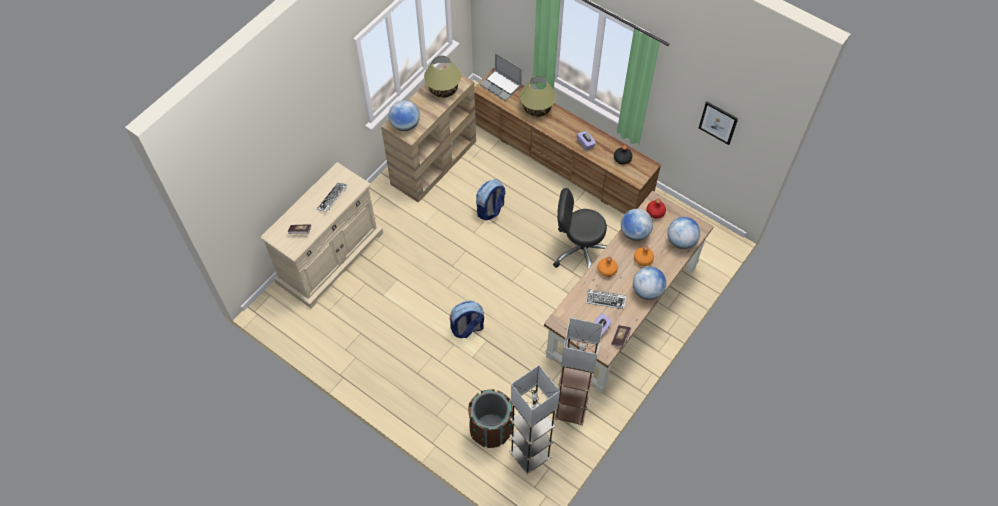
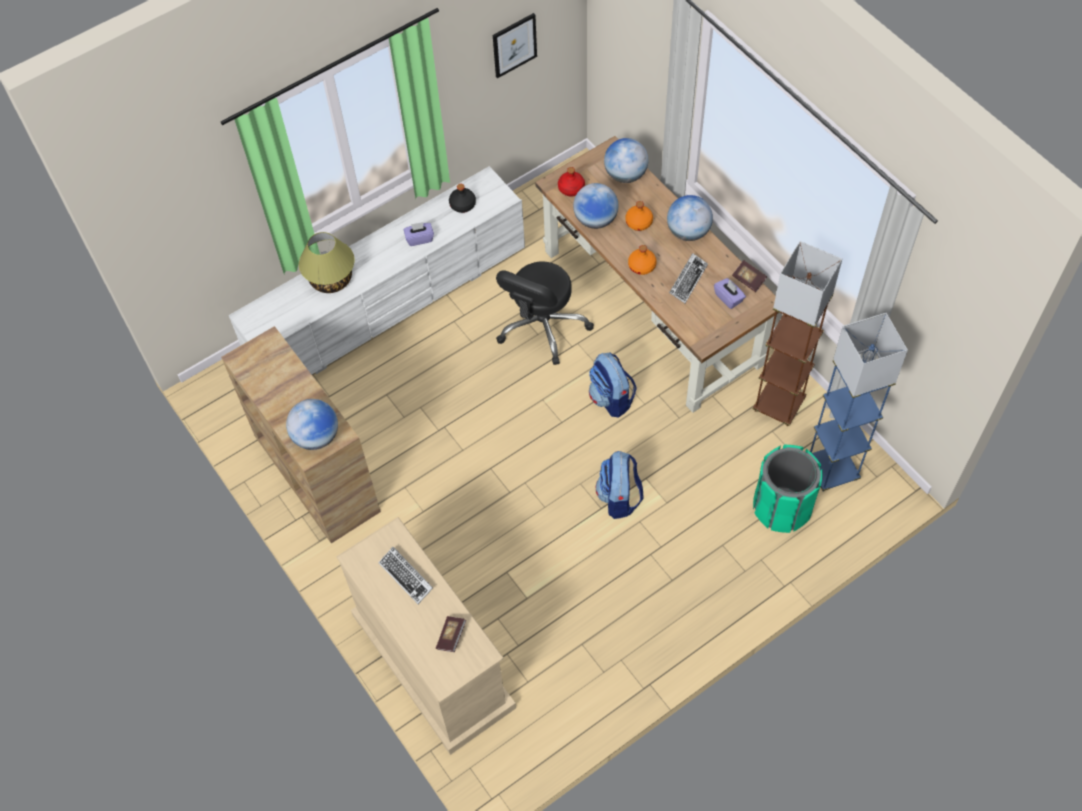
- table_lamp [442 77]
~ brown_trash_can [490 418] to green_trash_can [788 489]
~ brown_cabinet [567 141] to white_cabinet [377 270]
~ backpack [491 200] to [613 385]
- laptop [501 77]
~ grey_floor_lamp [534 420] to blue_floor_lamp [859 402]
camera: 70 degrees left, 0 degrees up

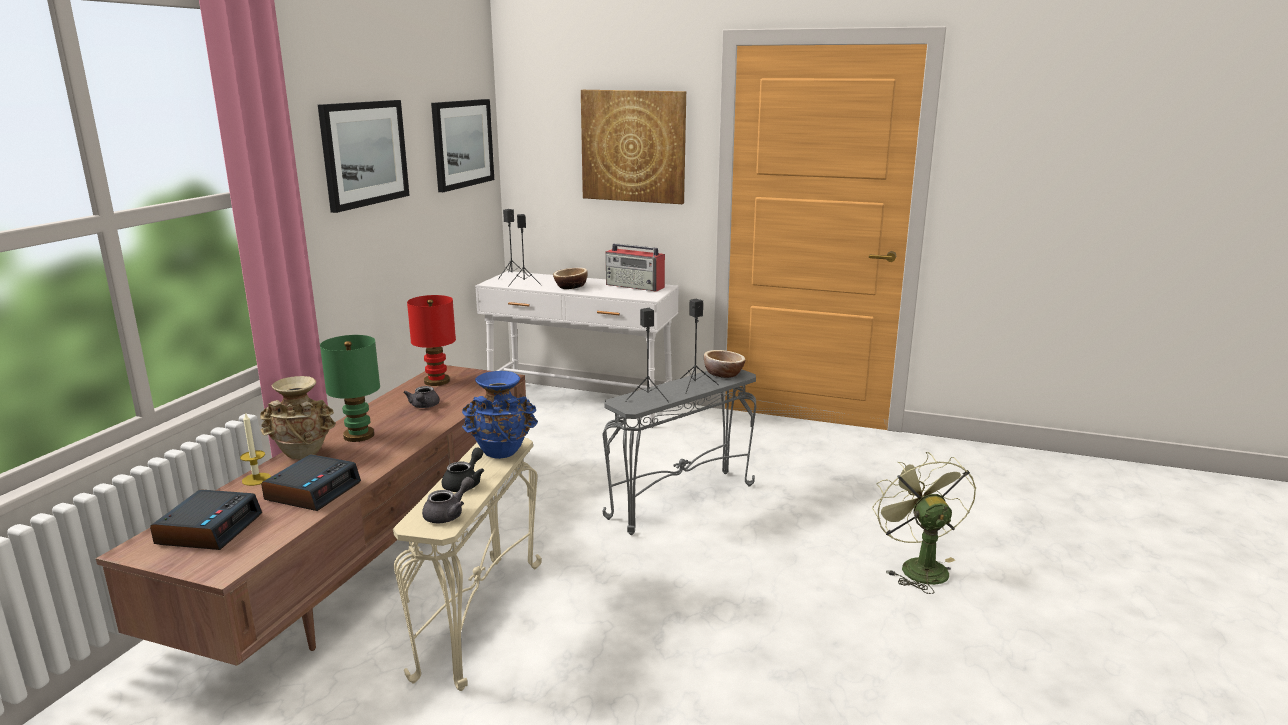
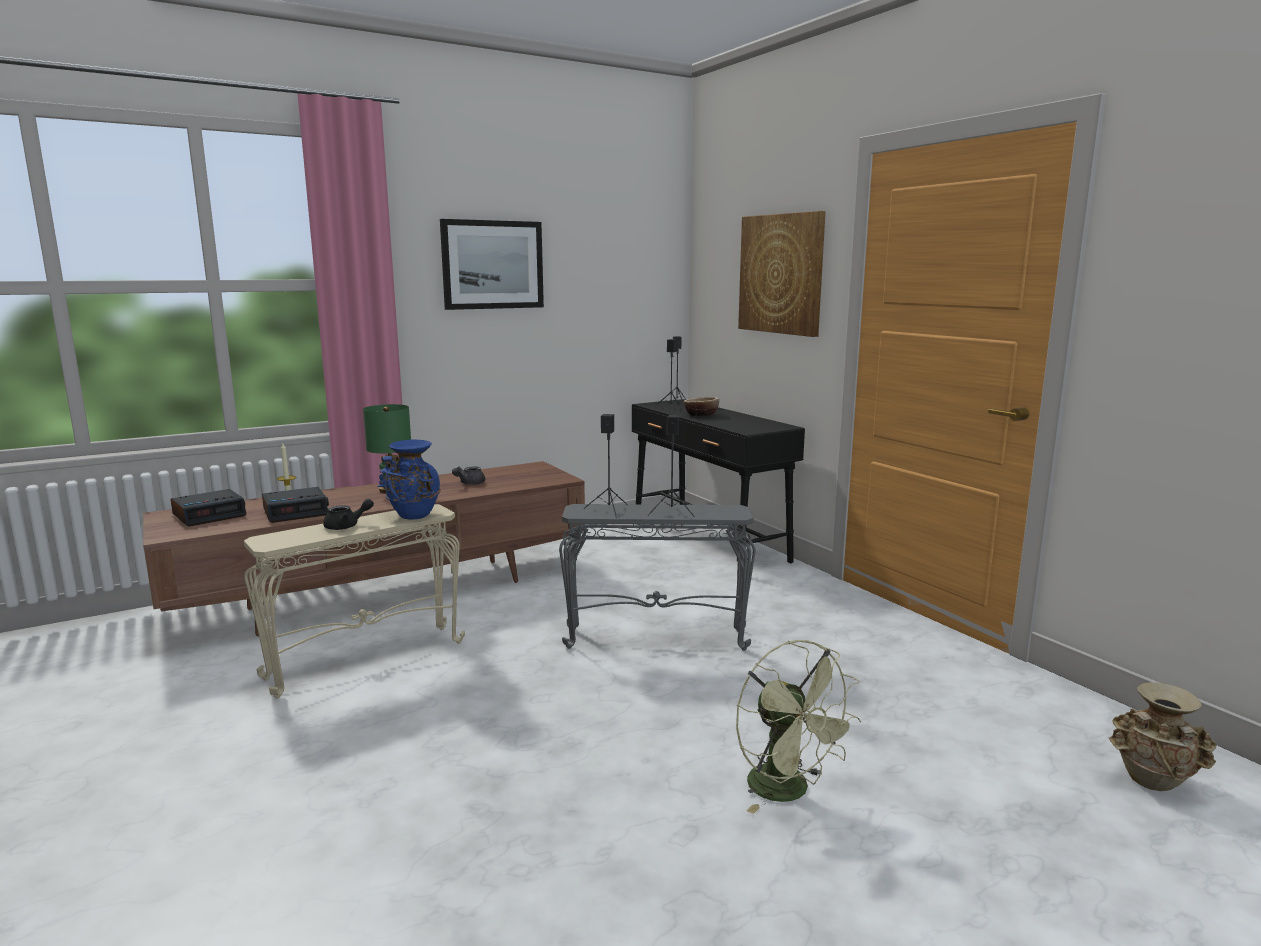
~ beige_vase [298 417] to [1162 736]
- red_table_lamp [431 340]
- grey_teapot [448 500]
- picture [462 145]
~ white_console_table [577 349] to black_console_table [718 484]
- radio [635 267]
- bowl [725 364]
~ green_fan [924 523] = [799 727] 120 degrees clockwise
camera: 40 degrees right, 5 degrees down

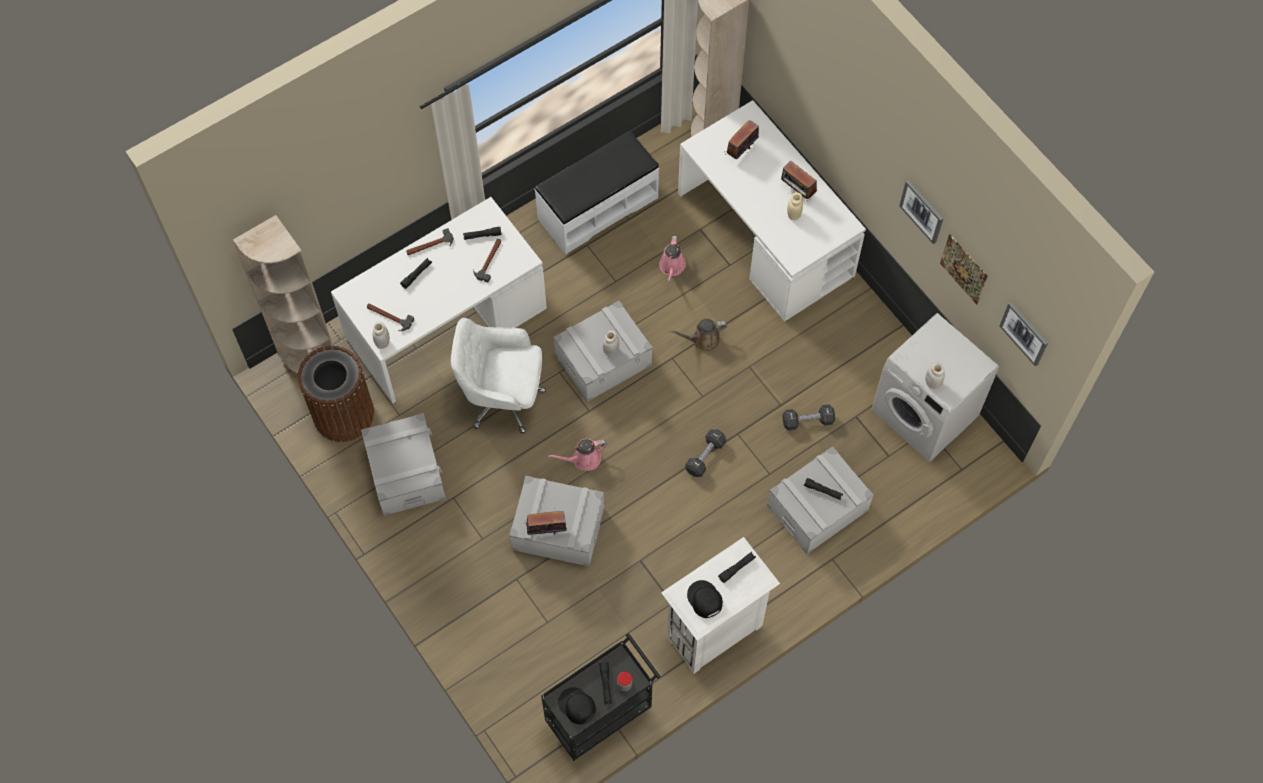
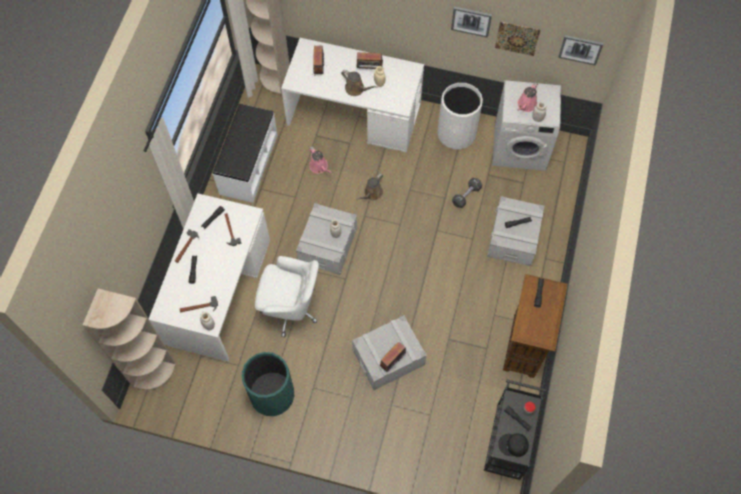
- brown_trash_can [336 394]
~ grey_storage_box [403 464] to green_trash_can [268 384]
~ white_office_chair [498 375] = [287 296] 135 degrees counterclockwise
~ pink_watering_can [577 455] to [527 97]
~ white_cabinet [720 605] to brown_cabinet [535 326]
- black_dumbbell [705 453]
- black_cap [705 599]
+ brown_watering_can [359 83]
+ white_trash_can [460 116]
camera: 40 degrees left, 0 degrees up

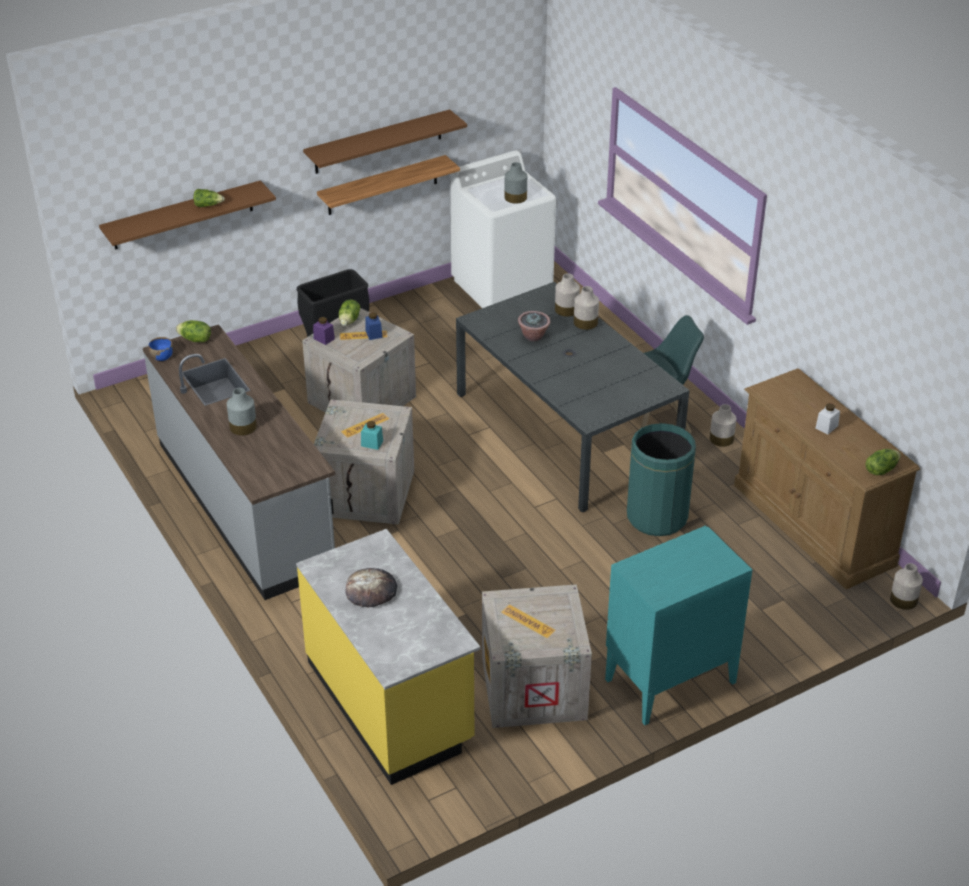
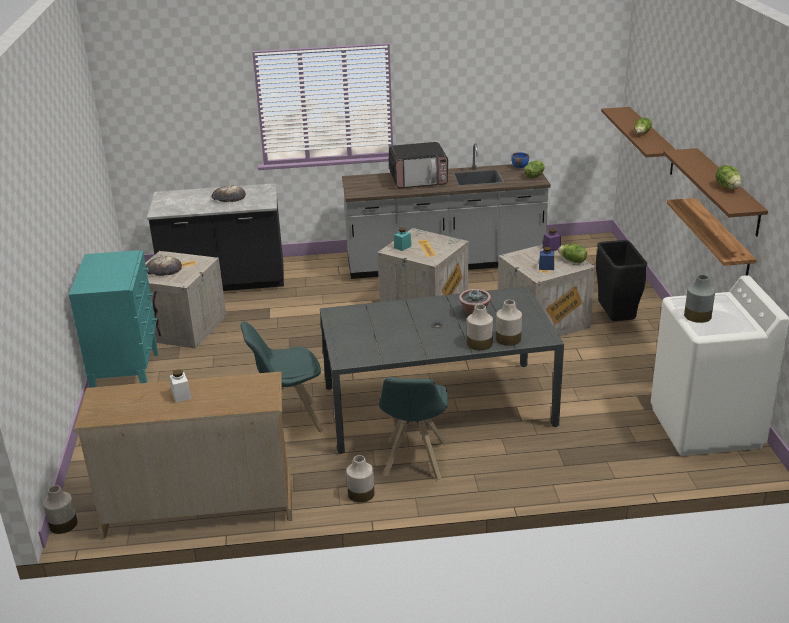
~ grey_vase [242 412] to microwave [418 165]
~ yellow_counter [388 657] to black_counter [215 237]
~ green_trash_can [661 479] to turquoise_chair [282 377]
~ lettuce [883 462] to [728 177]
+ bread [164 266]
camera: 115 degrees right, 10 degrees down

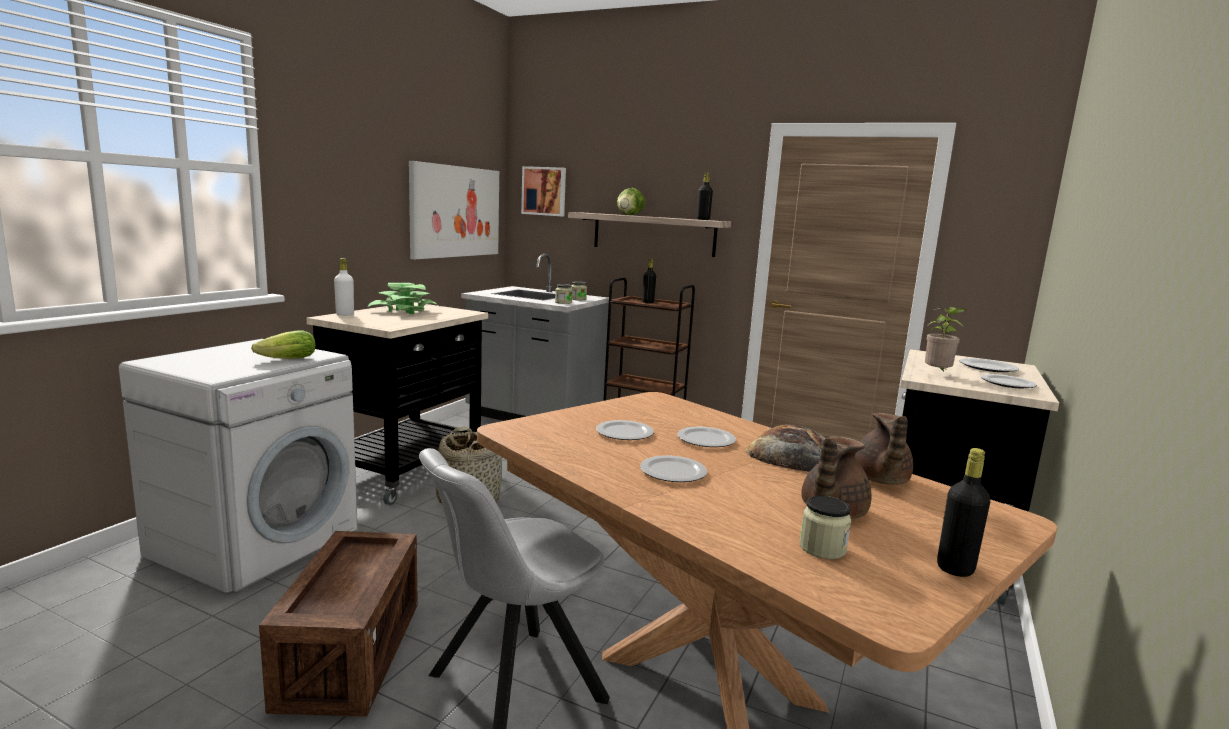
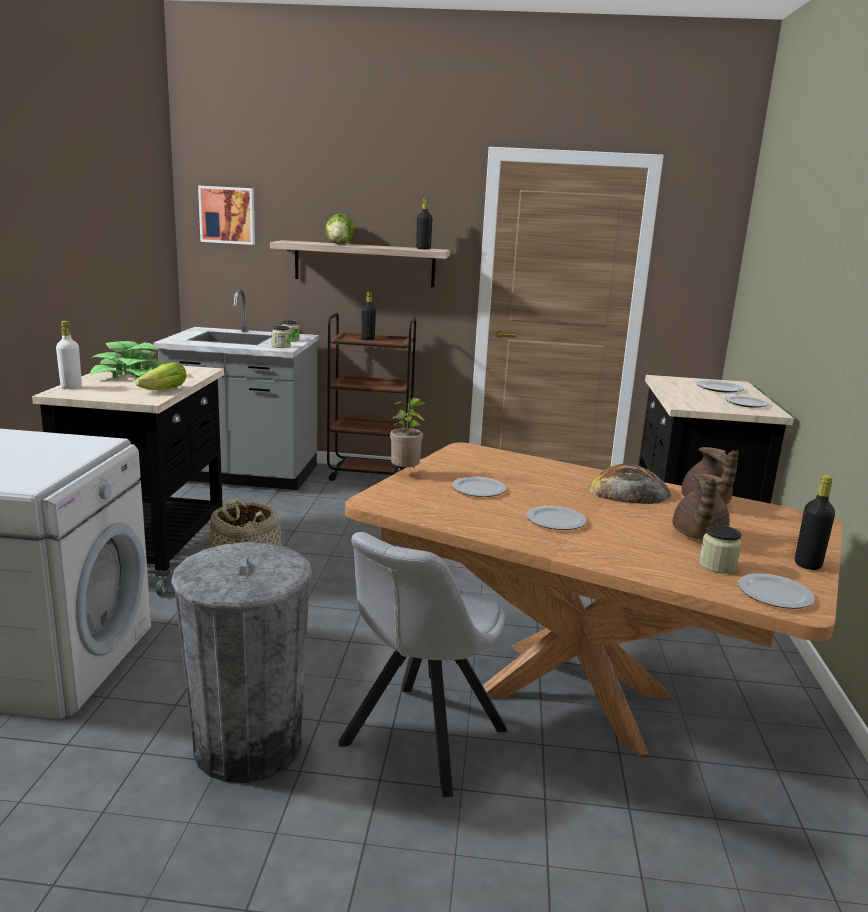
~ lettuce [283 345] to [161 376]
~ crate [338 624] to grey_trash_can [241 662]
- picture [454 210]
~ plate [706 437] to [776 591]
~ potted_plant [945 339] to [408 433]
camera: 20 degrees left, 5 degrees up

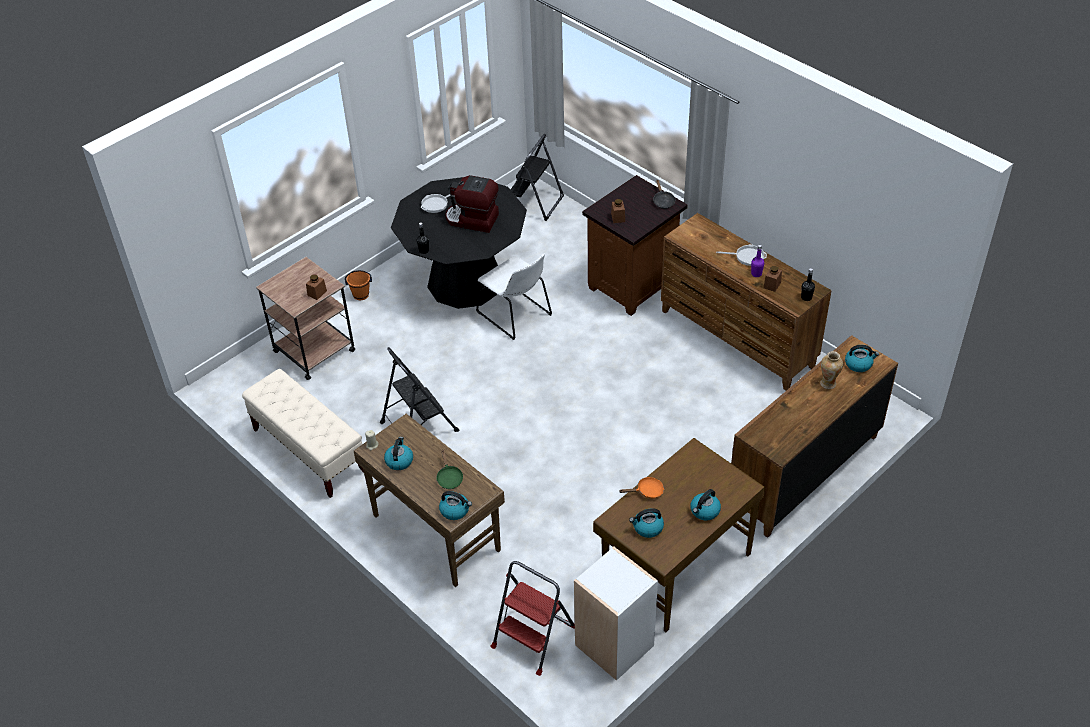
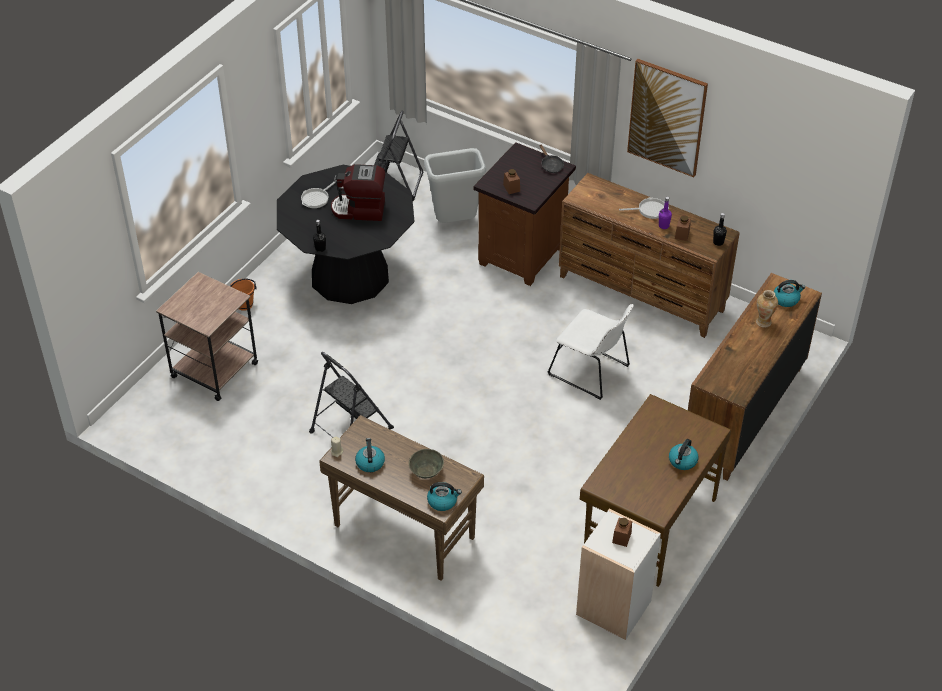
- beige_bench [303 433]
~ brown_jar [316 287] to [622 532]
~ green_frying_pan [449 469] to grey_bowl [426 464]
~ white_chair [514 296] to [591 352]
- red_step_ladder [532 618]
- orange_frying_pan [641 488]
- kettle [646 523]
+ grey_trash_can [455 185]
+ picture [667 118]
camera: 15 degrees left, 0 degrees up

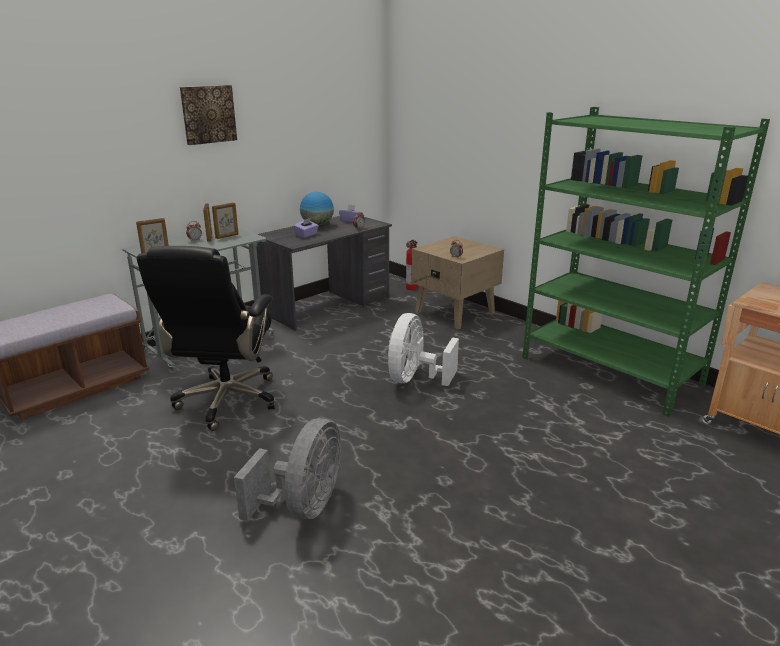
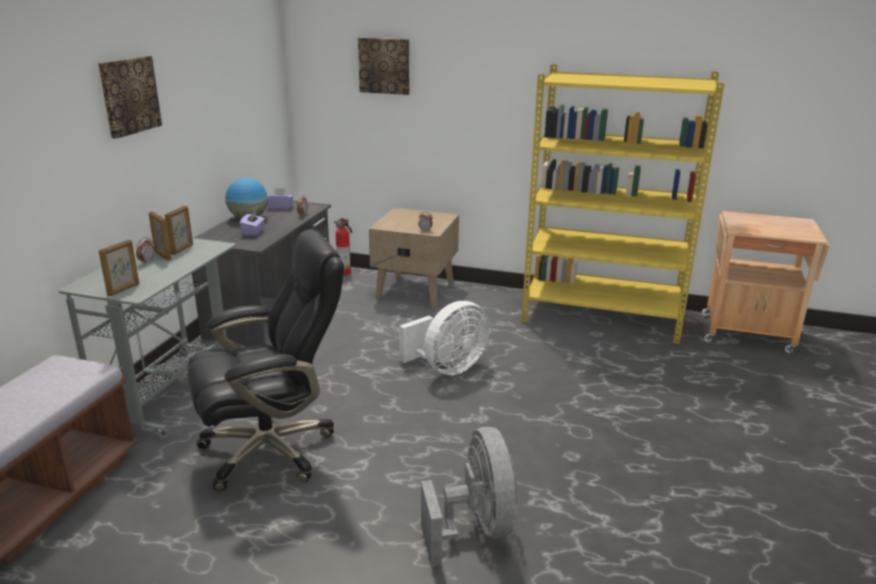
~ black_office_chair [206 338] = [265 360] 90 degrees counterclockwise
~ white_fan [423 349] = [444 338] 120 degrees counterclockwise
~ green_bookcase [646 262] to yellow_bookcase [623 204]
+ picture [383 66]
camera: 30 degrees left, 0 degrees up

